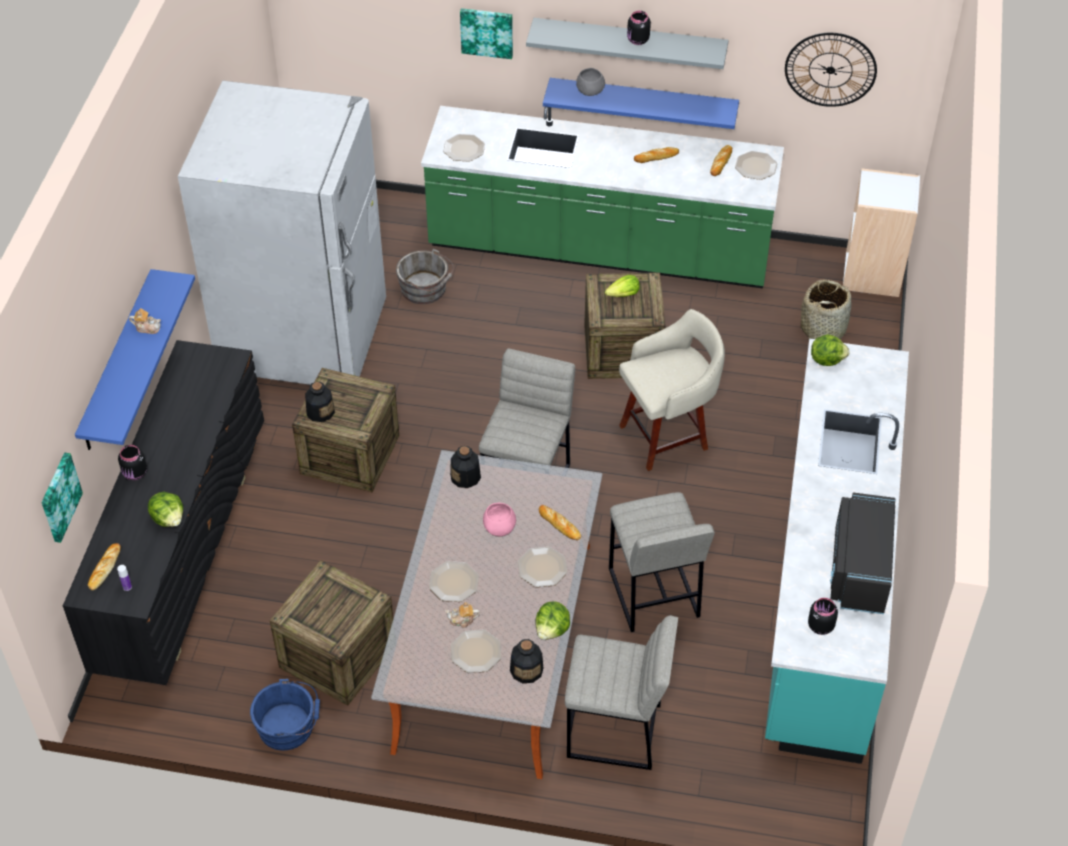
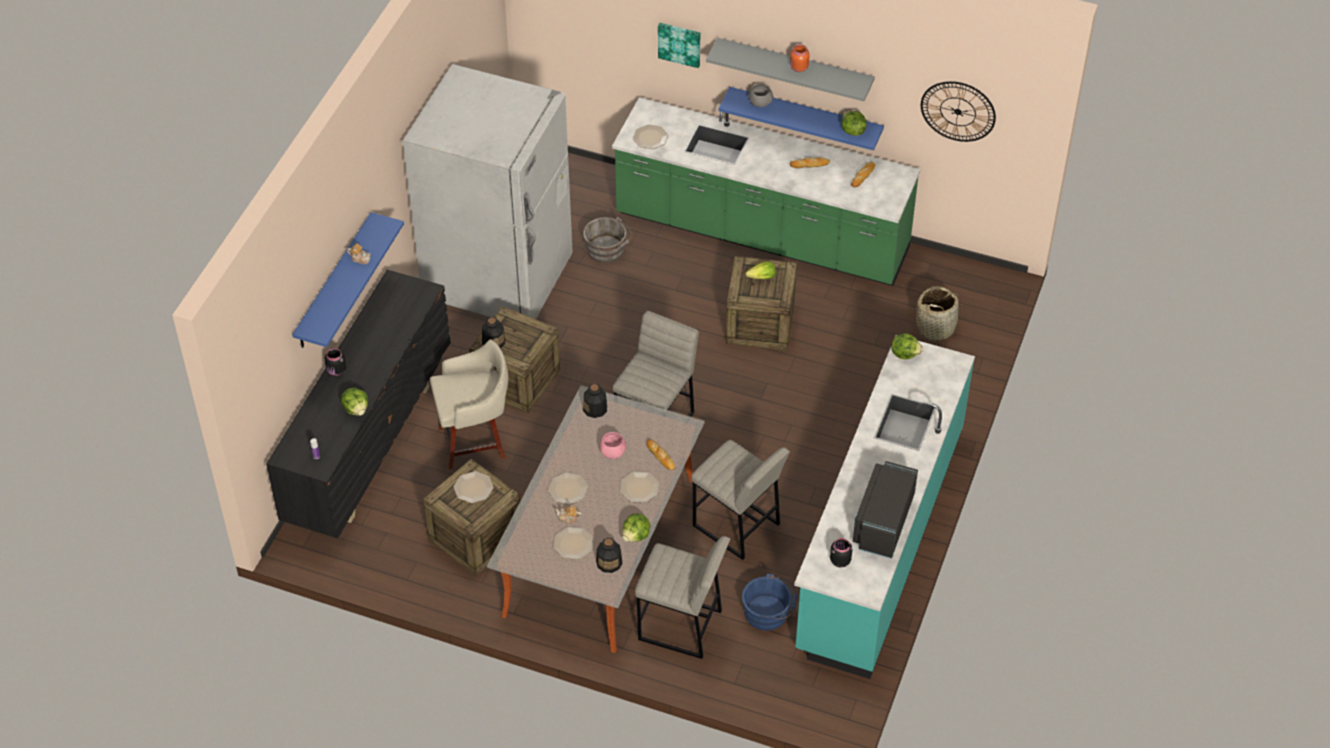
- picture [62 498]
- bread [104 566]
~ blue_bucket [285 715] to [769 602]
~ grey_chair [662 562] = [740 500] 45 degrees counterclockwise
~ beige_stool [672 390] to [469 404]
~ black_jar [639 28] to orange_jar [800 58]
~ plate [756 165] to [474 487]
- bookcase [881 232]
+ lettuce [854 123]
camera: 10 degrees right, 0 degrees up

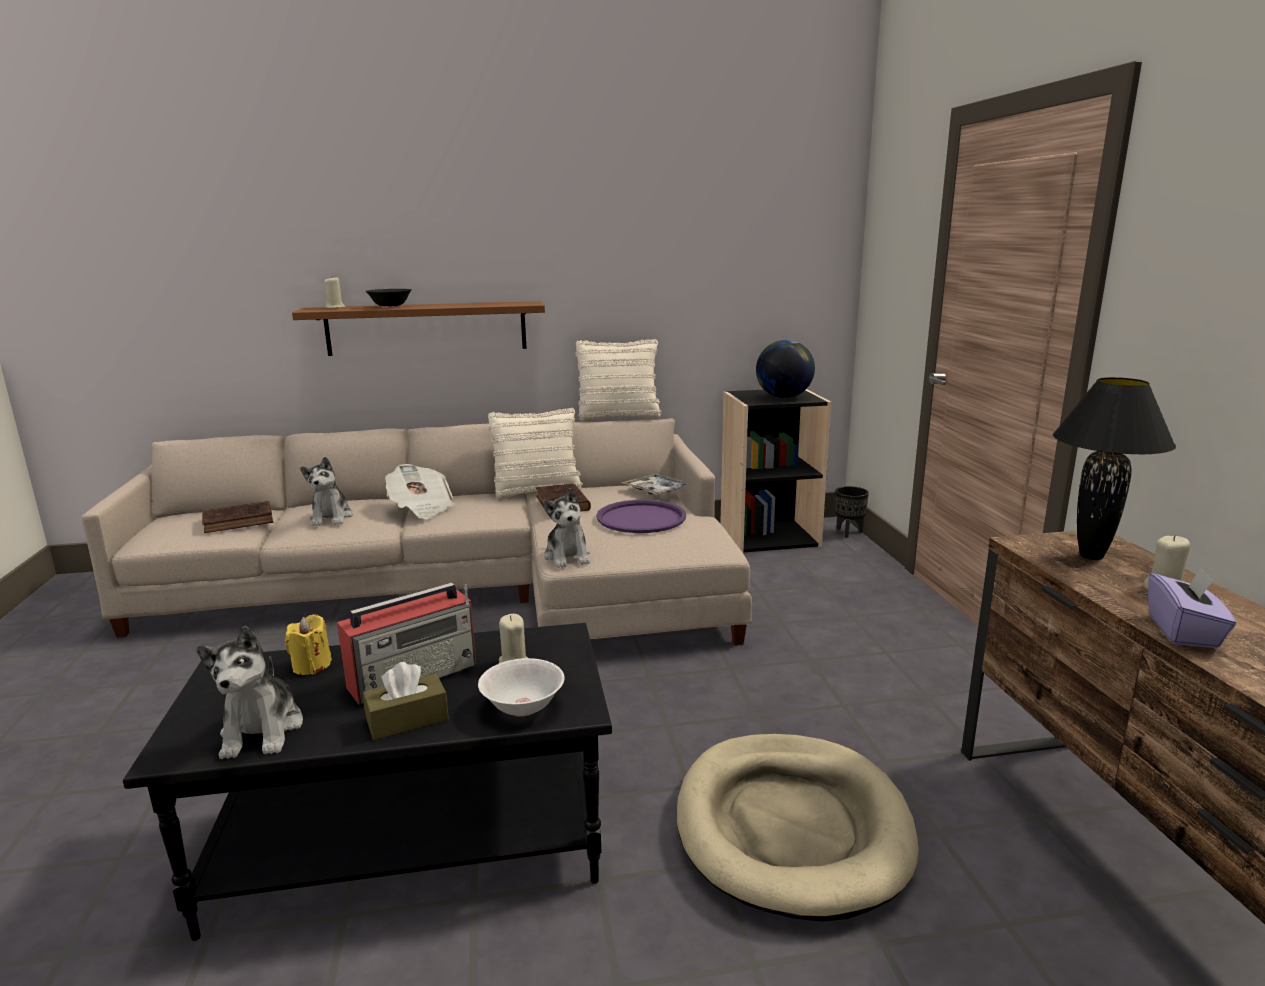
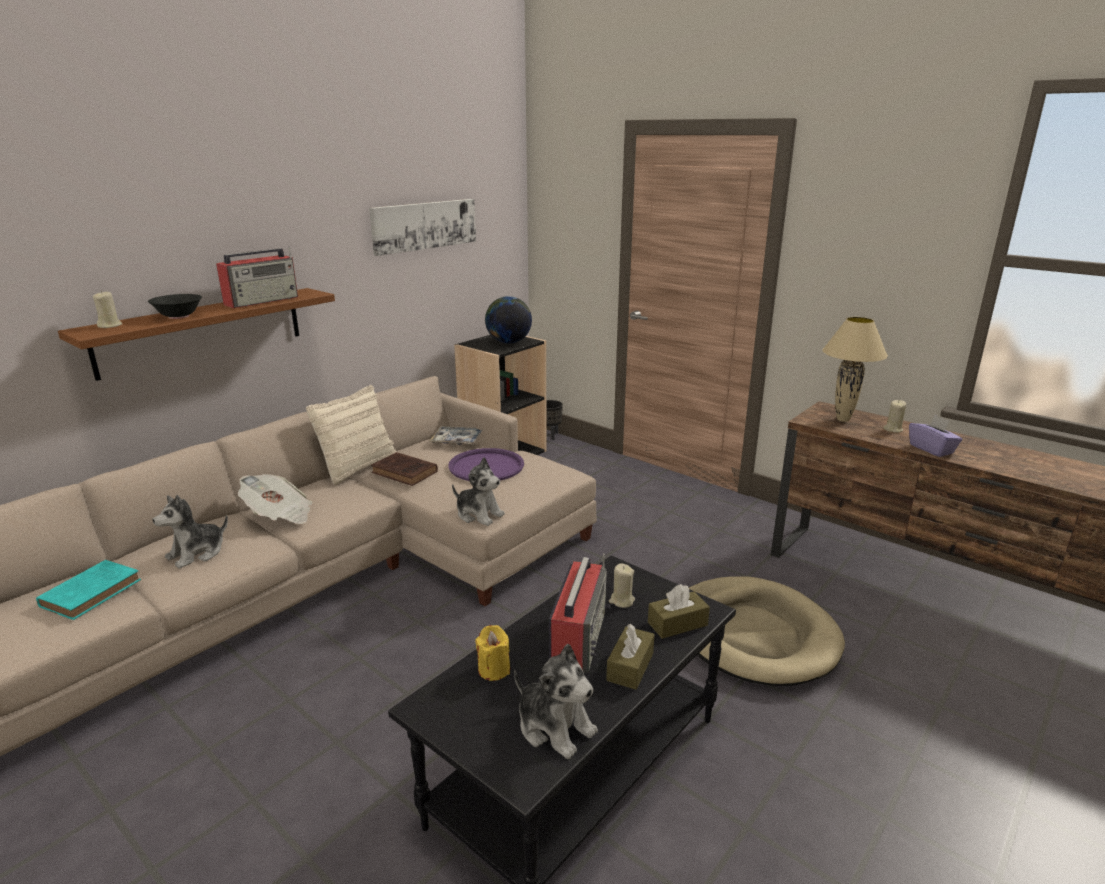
~ brown_book [237 517] to turquoise_book [88 590]
~ plush_toy [326 491] = [190 532] 90 degrees clockwise
~ white_bowl [521 687] to brown_tissue_box [679 611]
- beige_pillow [618 380]
~ black_table_lamp [1114 468] to beige_table_lamp [855 369]
+ radio [257 277]
+ picture [422 227]
camera: 40 degrees left, 5 degrees up

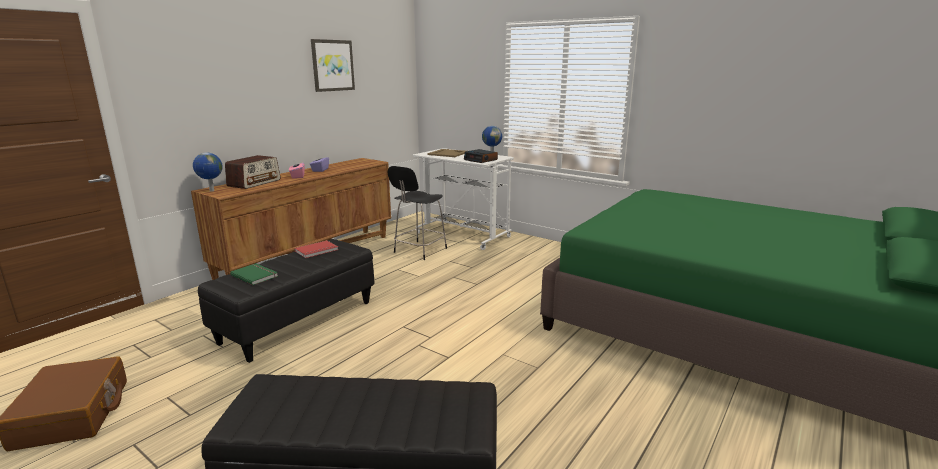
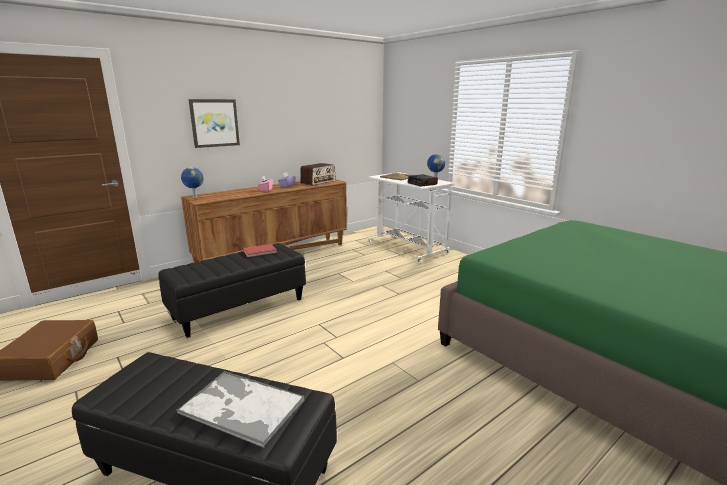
~ radio [253 172] to [318 174]
- green_book [254 274]
~ picture [333 65] to [214 123]
- black_chair [417 213]
+ tray [240 409]
camera: 15 degrees right, 0 degrees up

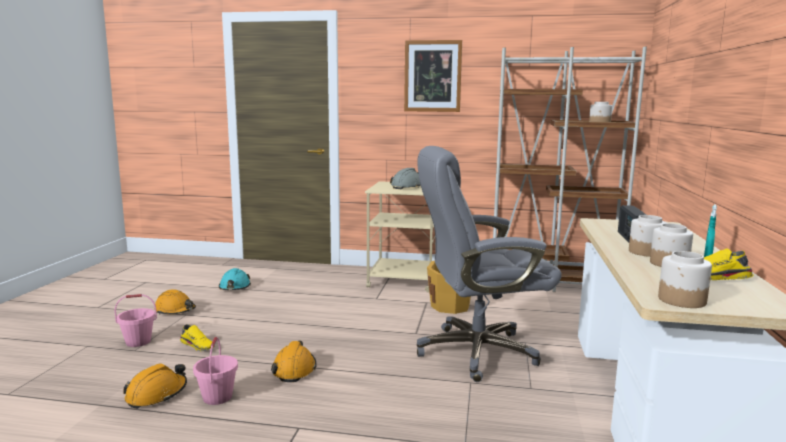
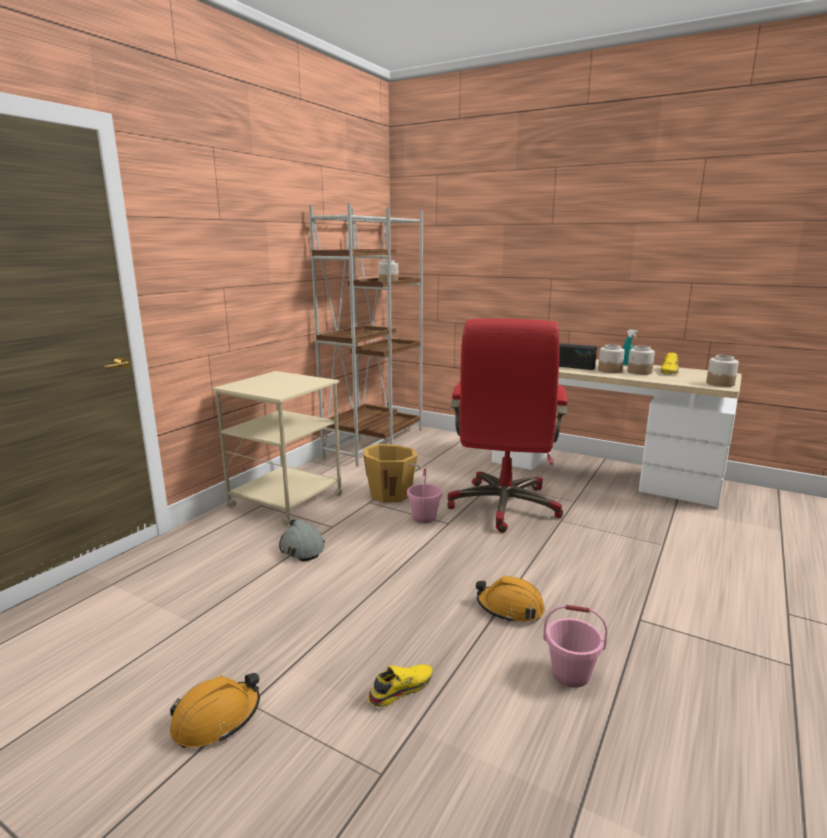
~ pink_bucket [135 320] to [424 496]
- orange_hard_hat [155 386]
- turquoise_hard_hat [235 279]
~ grey_hard_hat [405 178] to [302 540]
- picture [433 76]
~ grey_office_chair [489 264] to red_office_chair [507 425]
camera: 70 degrees left, 5 degrees up

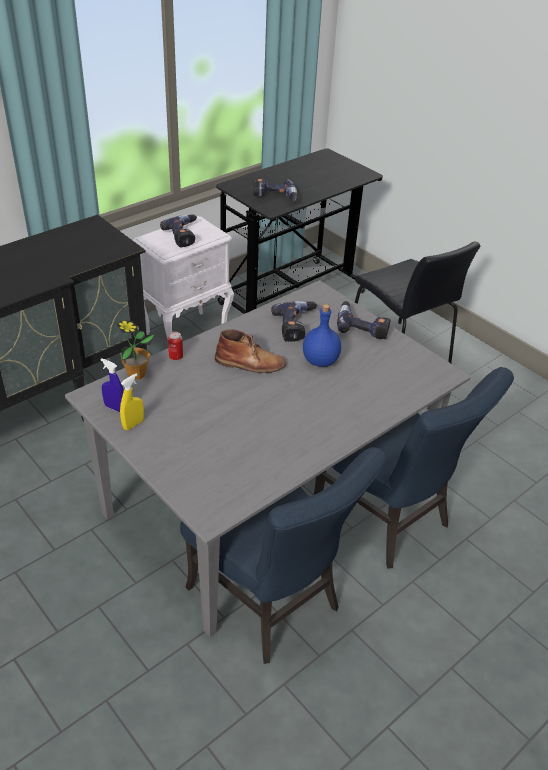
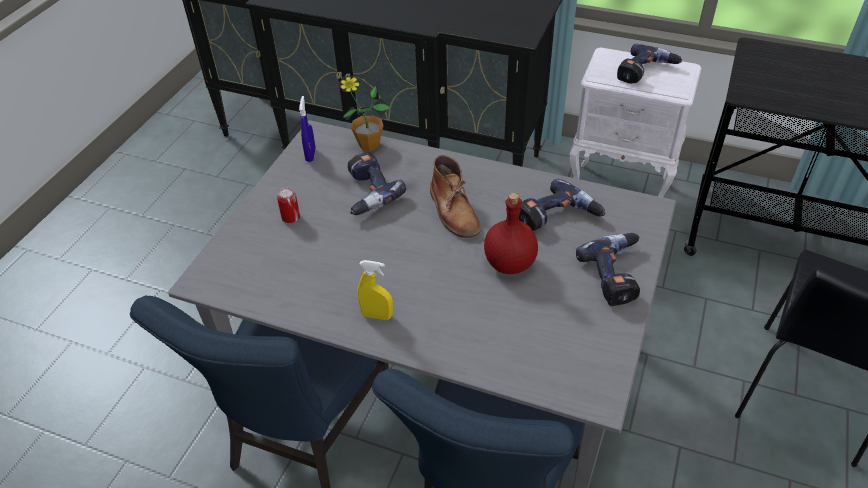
~ yellow_spray_bottle [132 401] to [375 290]
~ can [175 346] to [288 205]
~ power_drill [275 190] to [377 183]
~ blue_bottle [322 335] to red_bottle [511 233]
camera: 65 degrees right, 5 degrees up

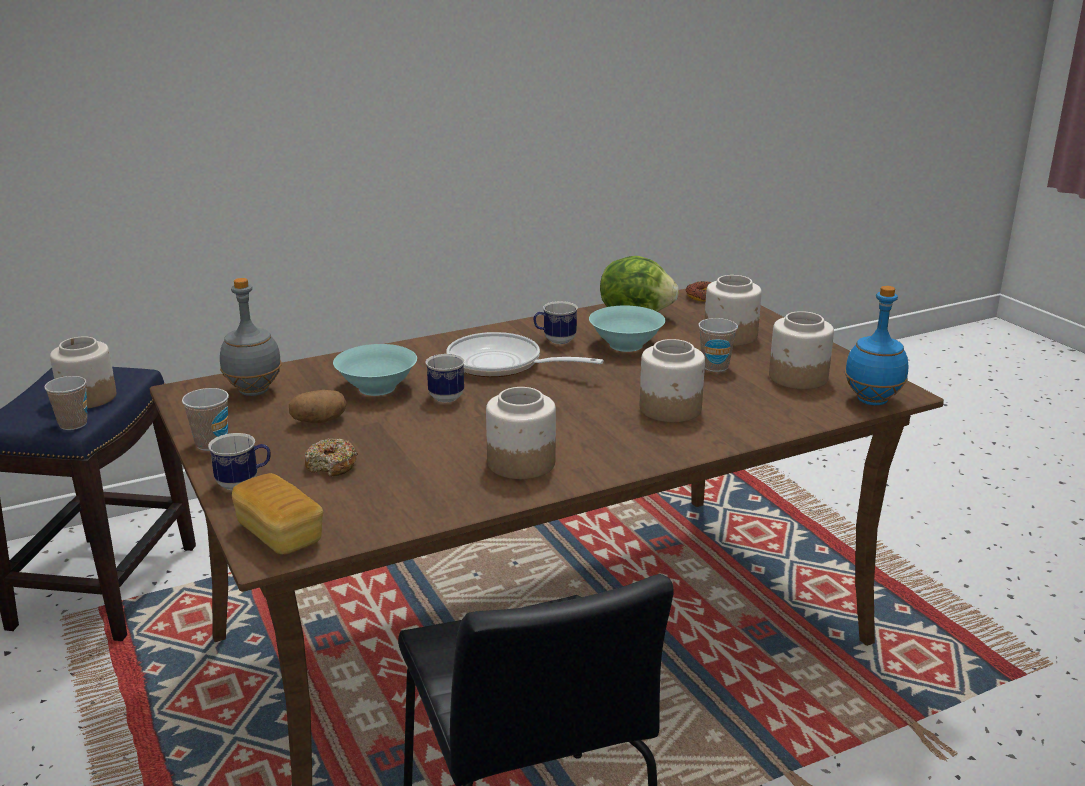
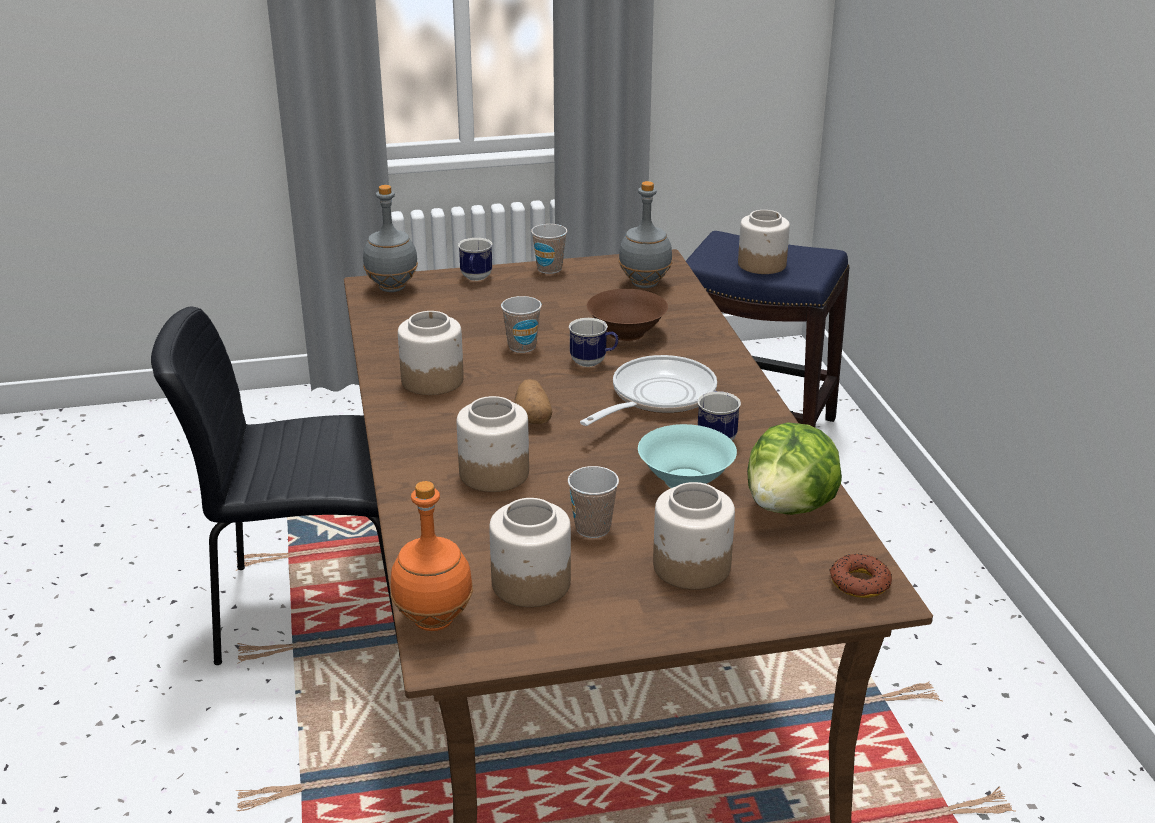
~ cup [65 403] to [521 324]
~ bread [277 514] to grey_bottle [390 238]
~ potato [318 406] to [533 401]
- donut [331 457]
~ turquoise_bowl [375 370] to brown_bowl [627 315]
~ blue_bottle [876 346] to orange_bottle [432 556]
camera: 105 degrees right, 5 degrees up

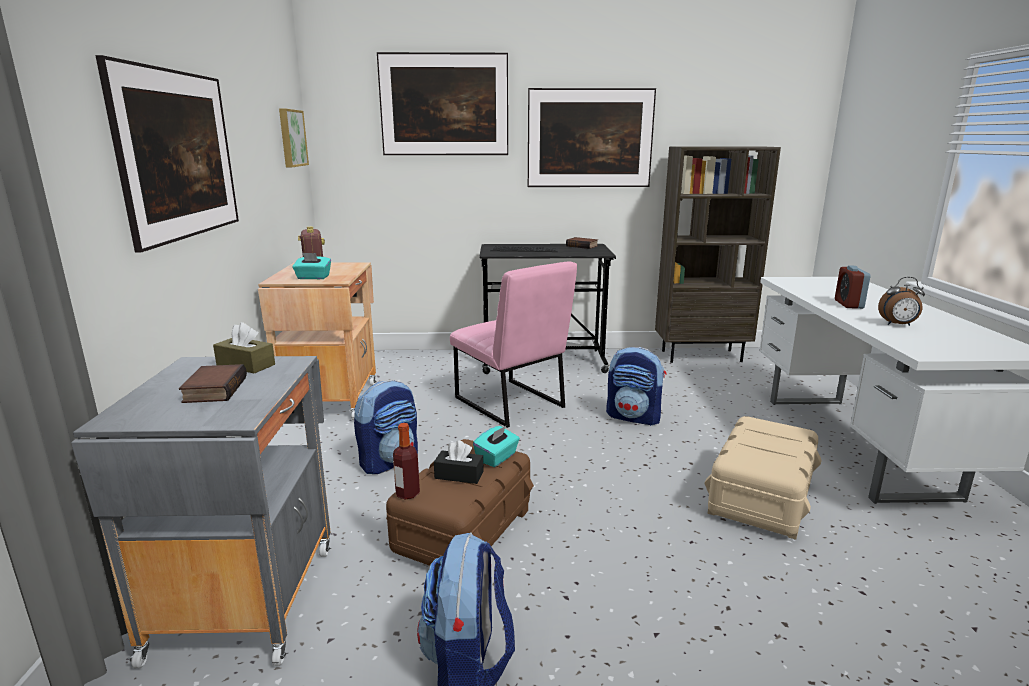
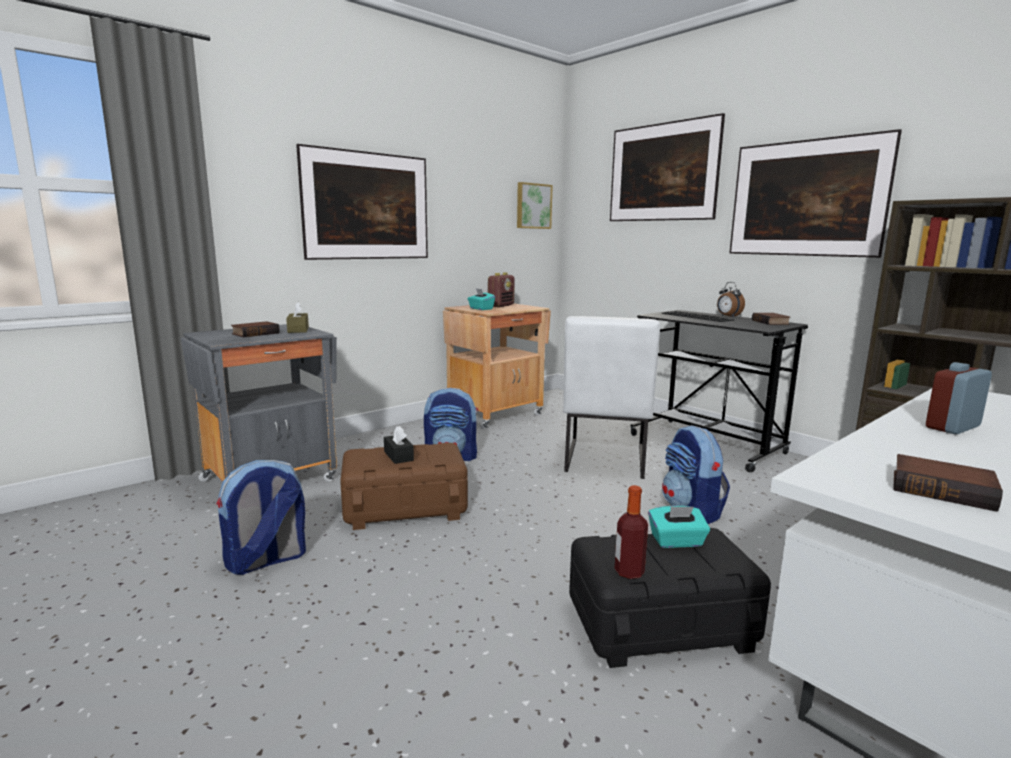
~ bottle [406 461] to [631 532]
~ pink_chair [513 344] to white_chair [611 397]
~ turquoise_tissue_box [496 446] to [679 526]
~ beige_storage_box [763 478] to black_storage_box [670 598]
~ alarm_clock [901 301] to [731 300]
+ book [948 483]
camera: 50 degrees right, 5 degrees down

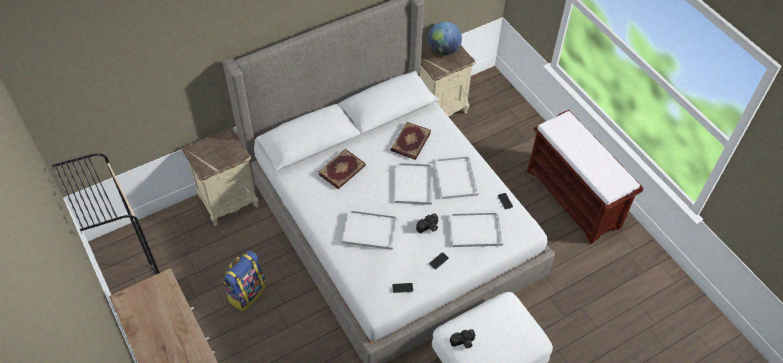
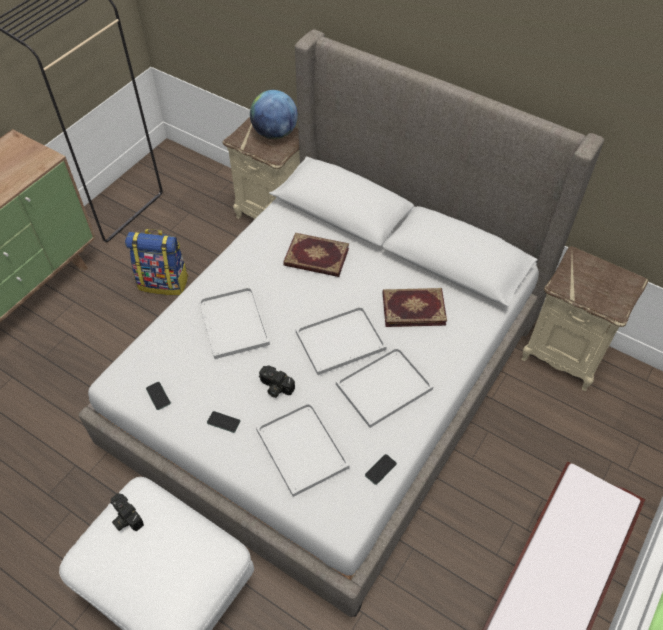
~ globe [445 39] to [274 114]
camera: 65 degrees right, 0 degrees up

